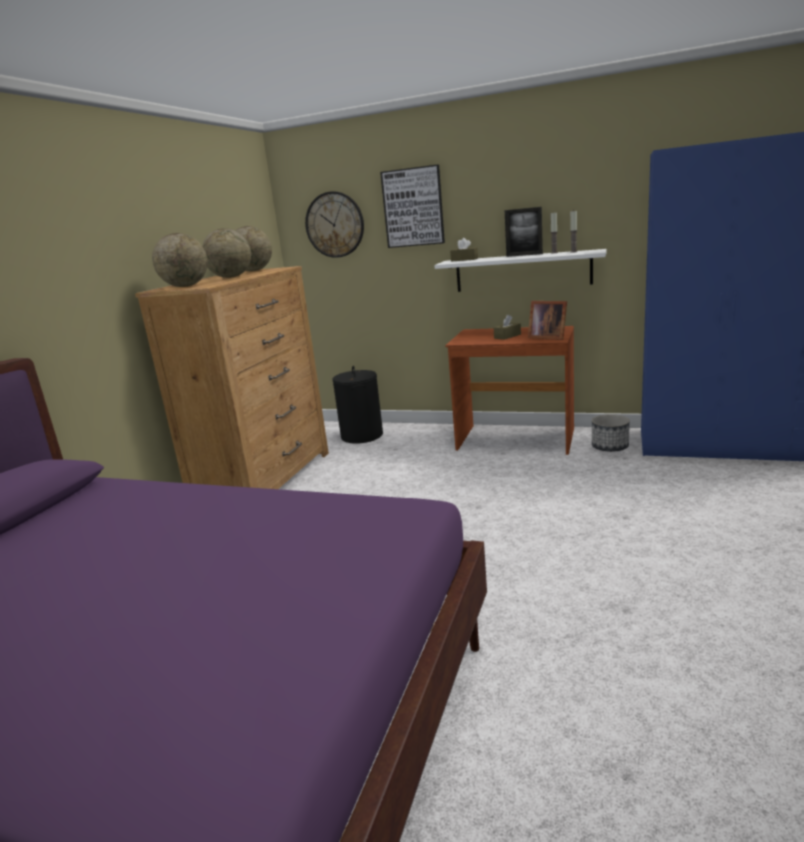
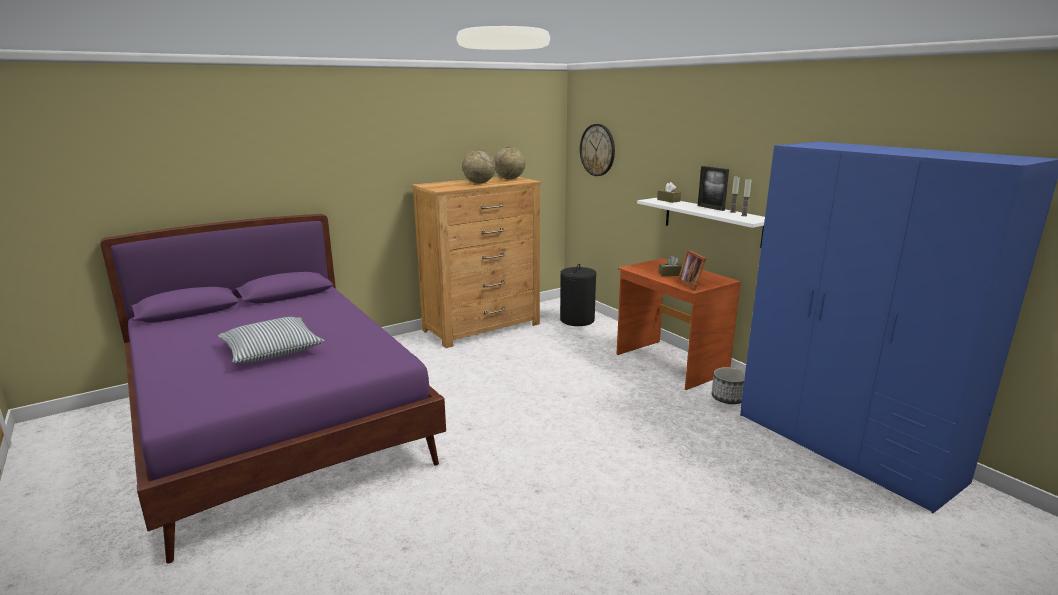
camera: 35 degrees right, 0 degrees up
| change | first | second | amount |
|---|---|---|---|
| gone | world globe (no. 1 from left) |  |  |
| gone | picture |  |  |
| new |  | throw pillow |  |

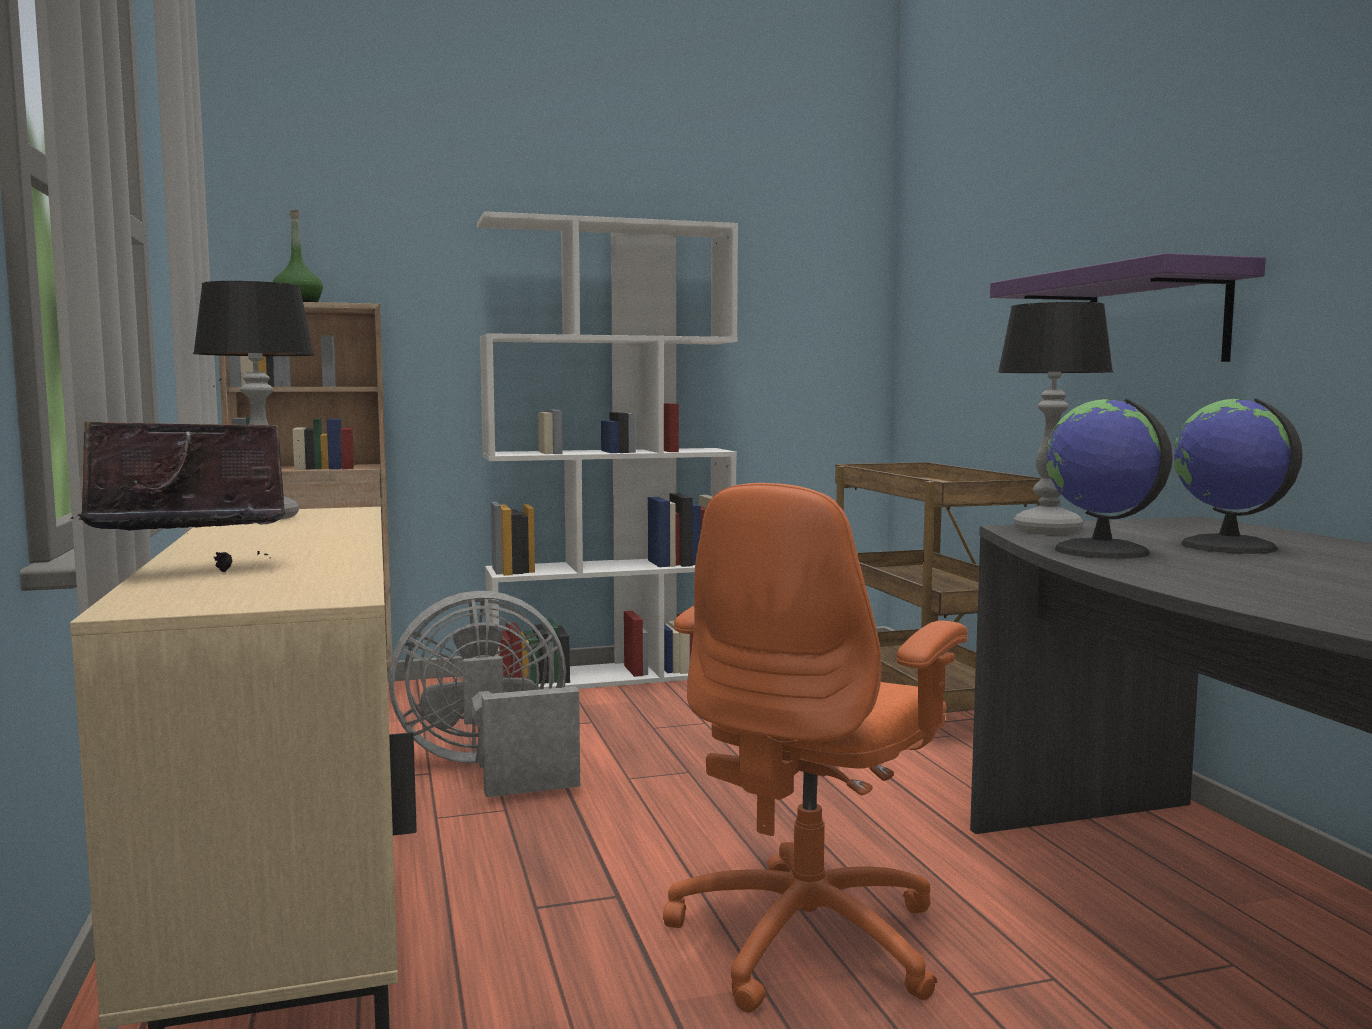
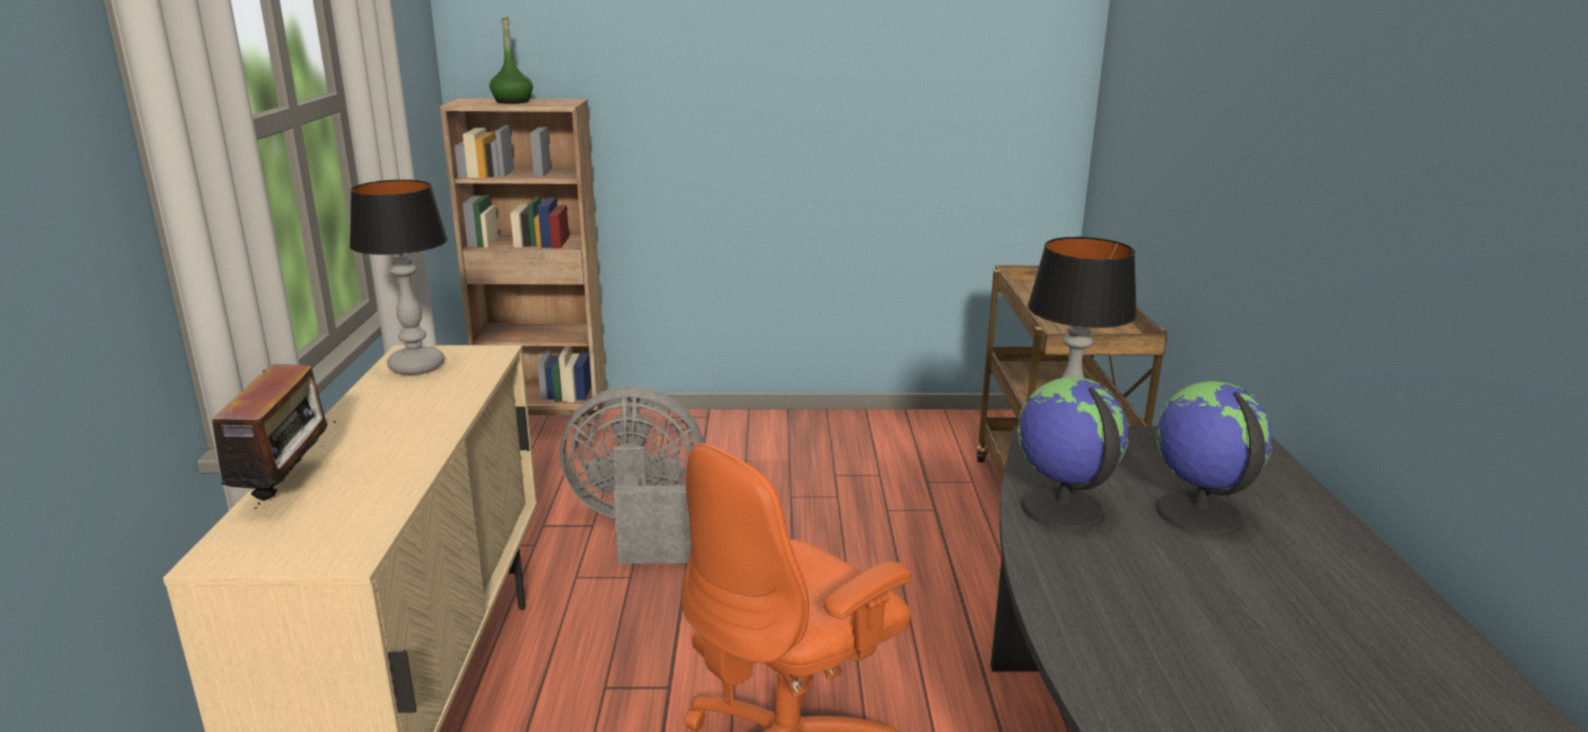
camera: 15 degrees right, 15 degrees up
| change | first | second | amount |
|---|---|---|---|
| rotated | radio |  | 105 degrees clockwise |
| gone | whitish bookcase |  |  |
| gone | purplish shelf |  |  |

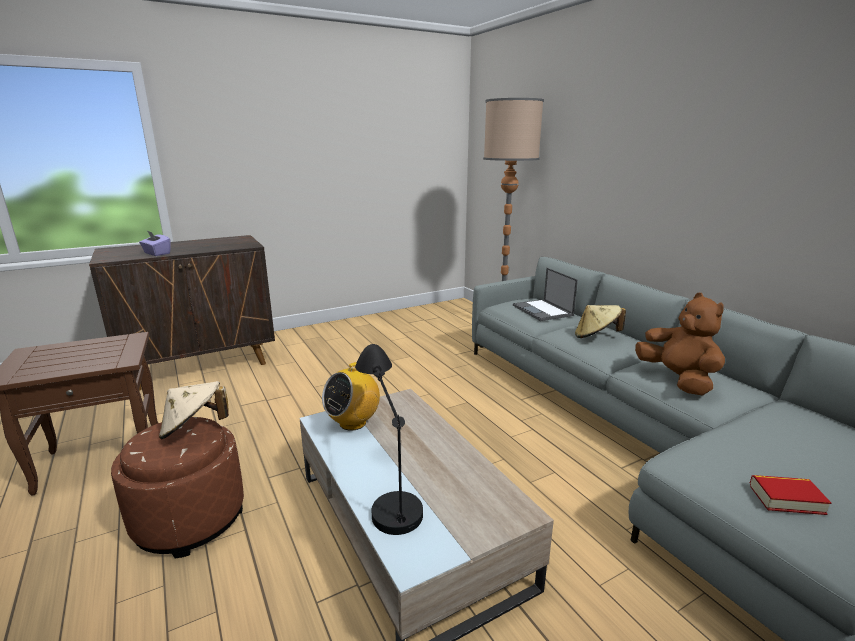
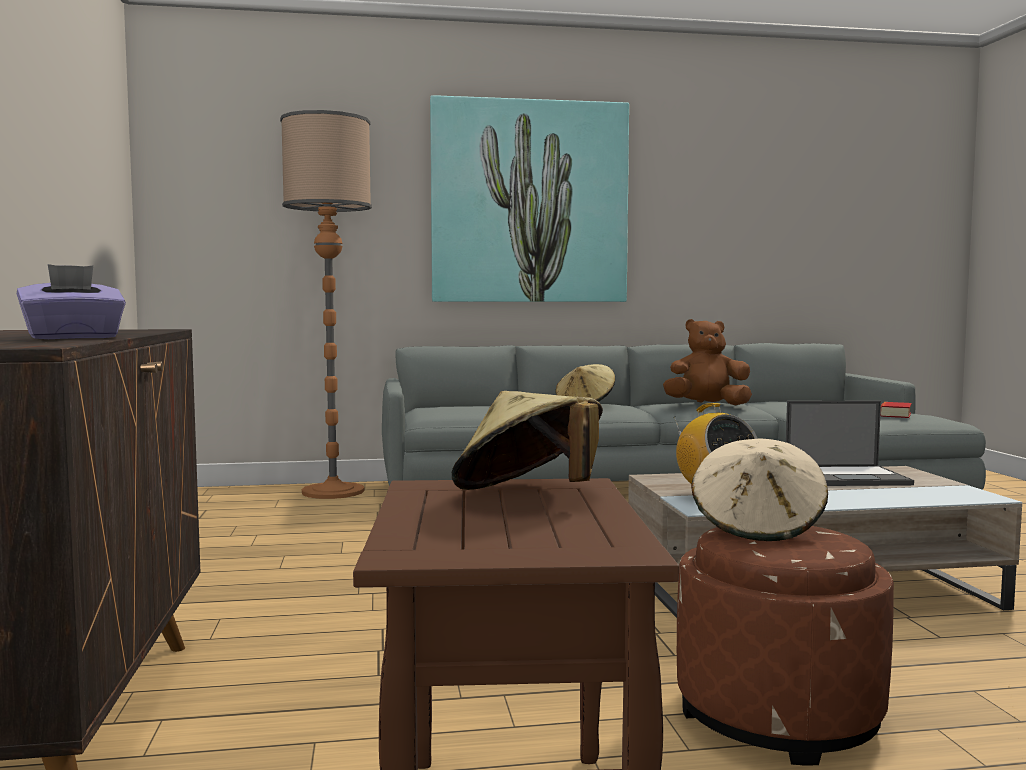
camera: 70 degrees left, 15 degrees down
| change | first | second | amount |
|---|---|---|---|
| gone | blackish tabletop lamp |  |  |
| shifted | notebook computer |  |  |
| new |  | picture |  |
| new |  | beige clothing hat (no. 1 from left) |  |

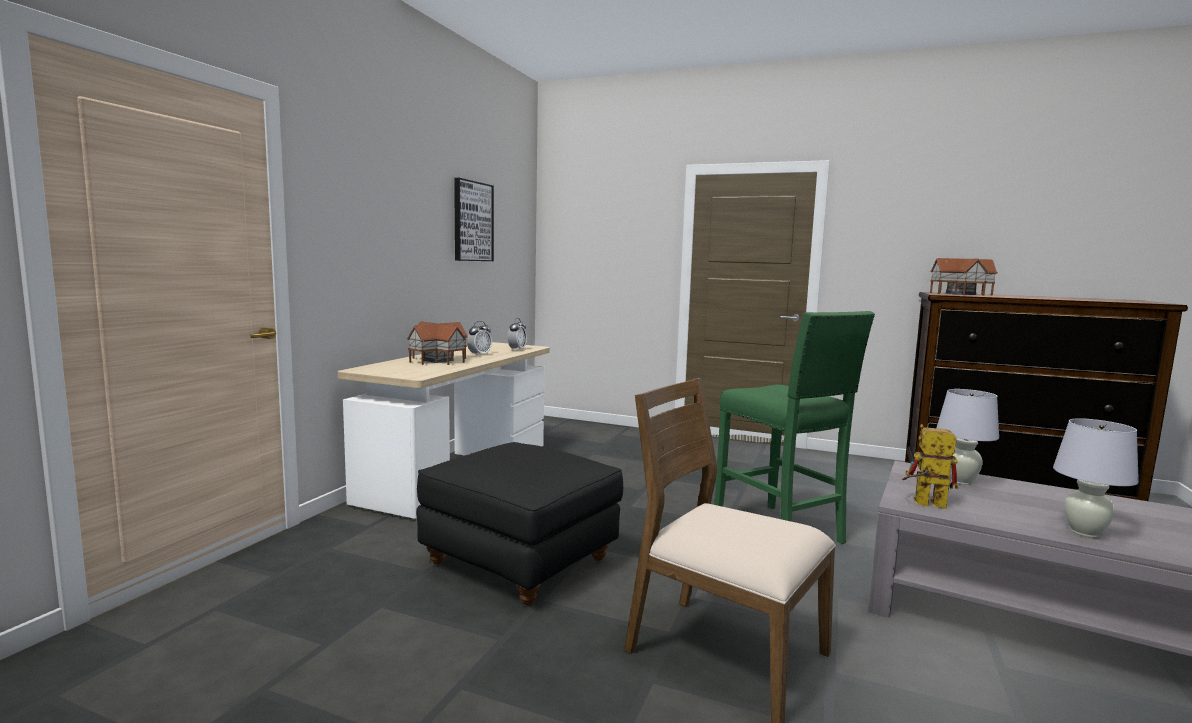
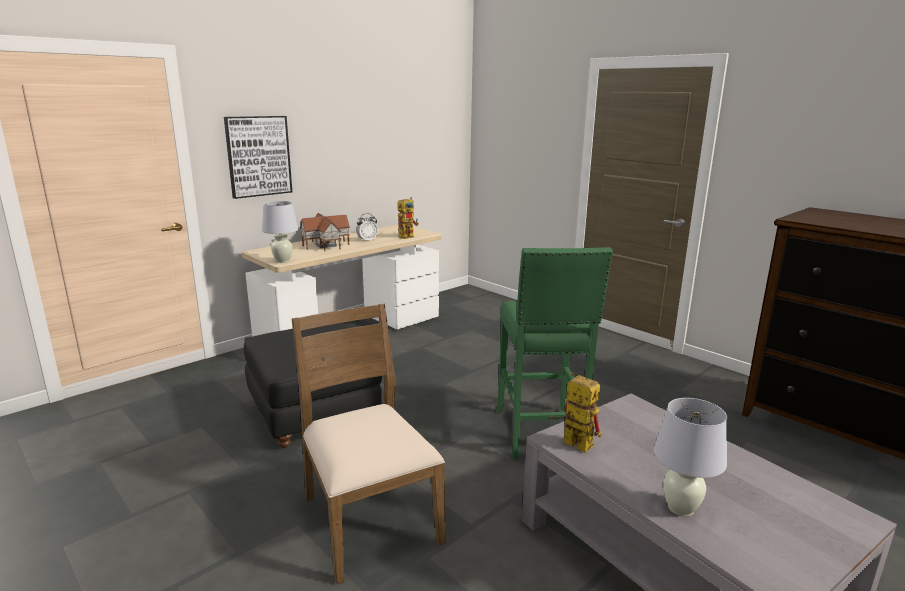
camera: 25 degrees right, 10 degrees up
| change | first | second | amount |
|---|---|---|---|
| shifted | picture |  |  |
| swapped | bedside clock (no. 2 from left) | model robot (no. 1 from left) |  |
| gone | model house (no. 2 from left) |  |  |
| shifted | whitish tabletop lamp (no. 1 from left) |  |  |

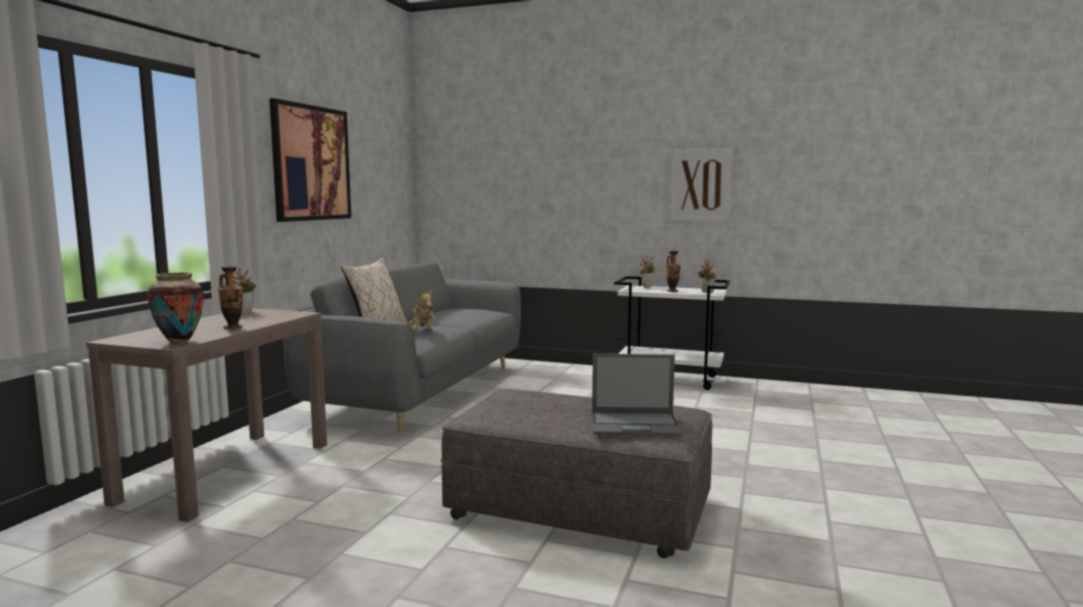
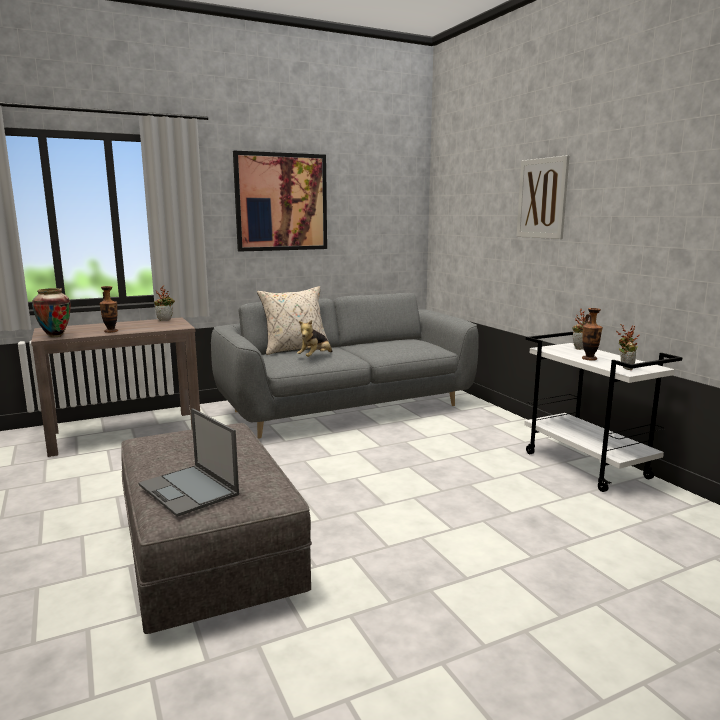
camera: 45 degrees right, 5 degrees up
| change | first | second | amount |
|---|---|---|---|
| shifted | picture (no. 2 from left) |  |  |

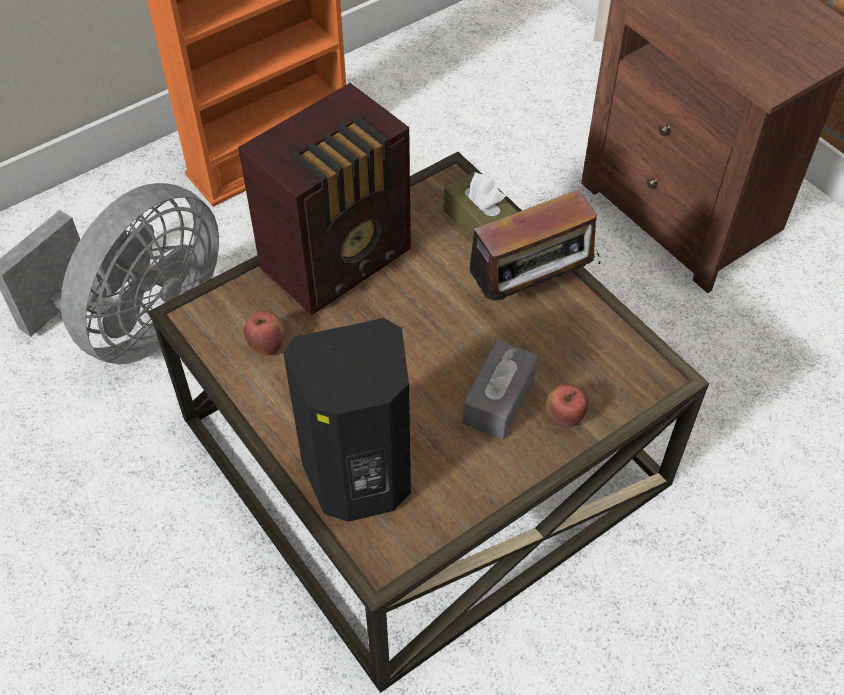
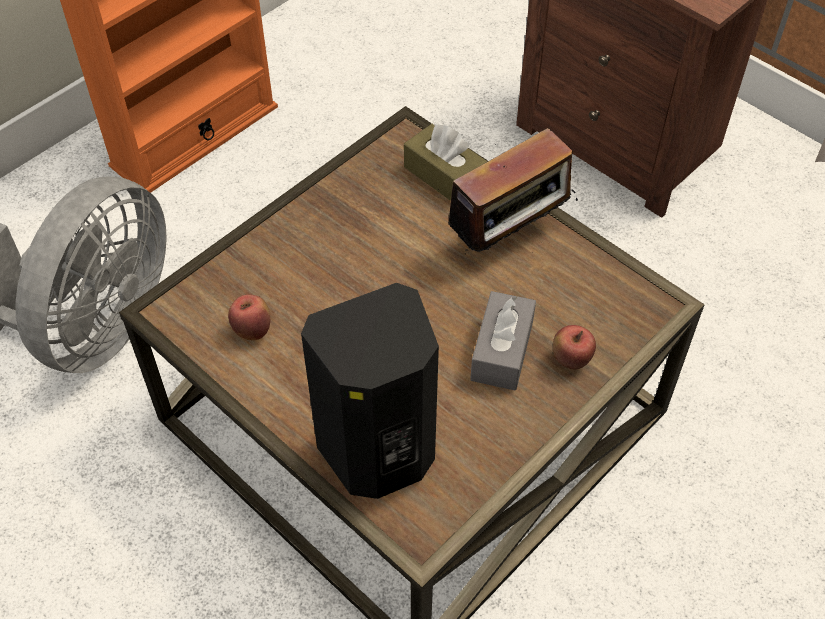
camera: 10 degrees left, 0 degrees up
| change | first | second | amount |
|---|---|---|---|
| gone | radio (no. 1 from left) |  |  |

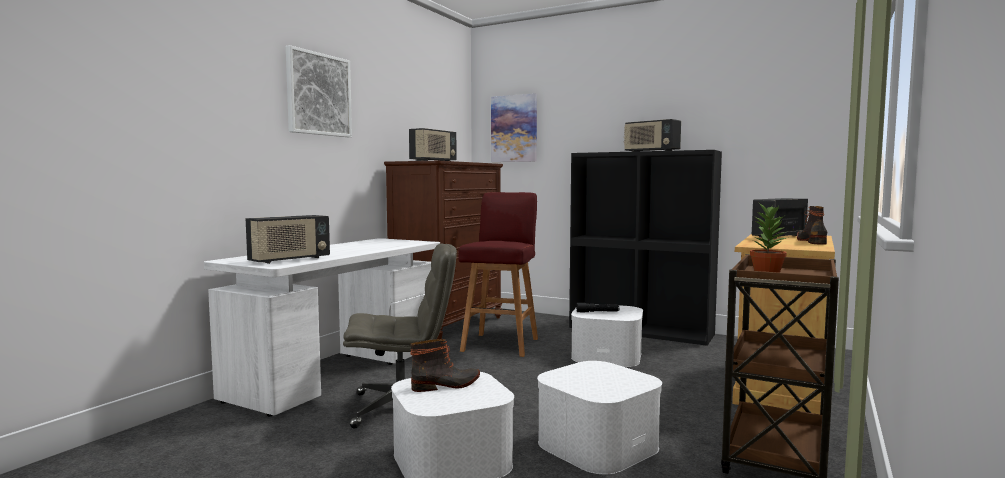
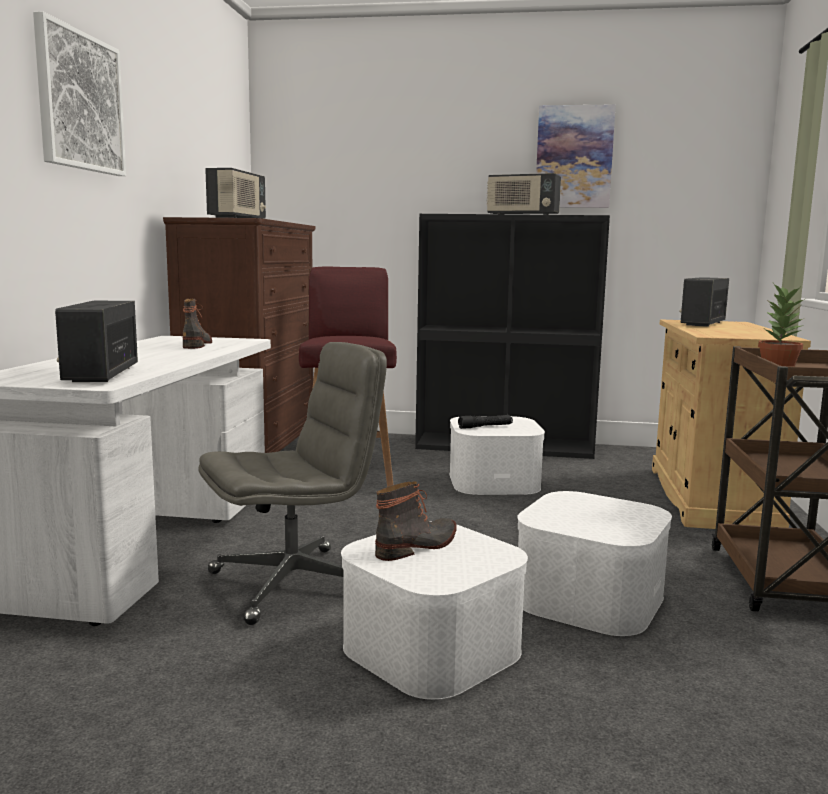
camera: 20 degrees left, 5 degrees up
| change | first | second | amount |
|---|---|---|---|
| rotated | radio (no. 1 from left) |  | 150 degrees clockwise |
| shifted | picture (no. 2 from left) |  |  |
| shifted | high-top boot (no. 2 from left in the first image) | high-top boot (no. 1 from left) |  |

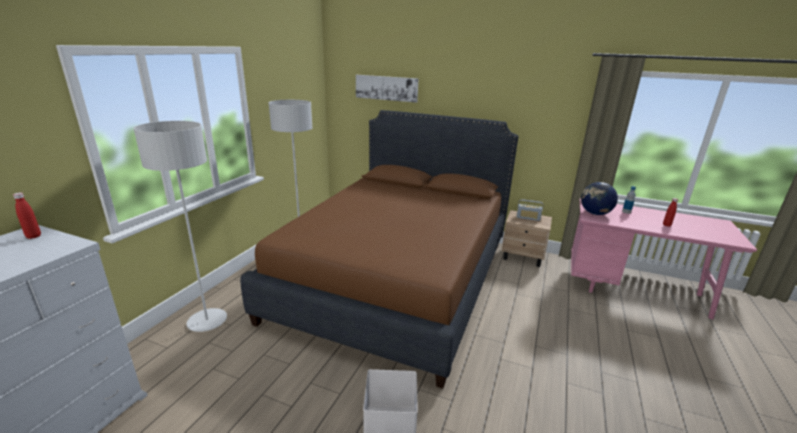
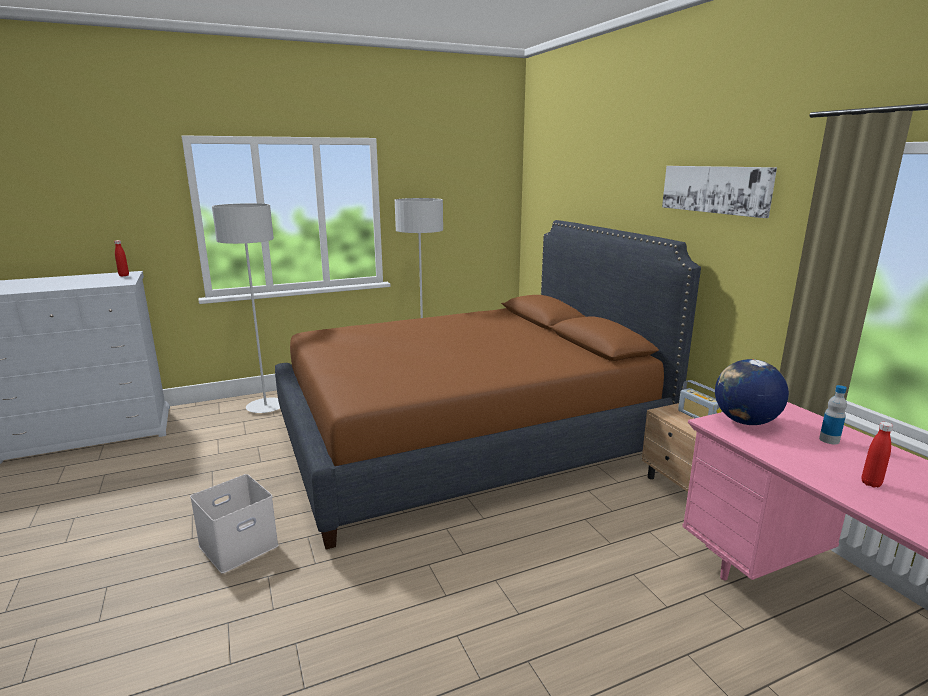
camera: 45 degrees right, 5 degrees down
| change | first | second | amount |
|---|---|---|---|
| shifted | picture |  |  |

